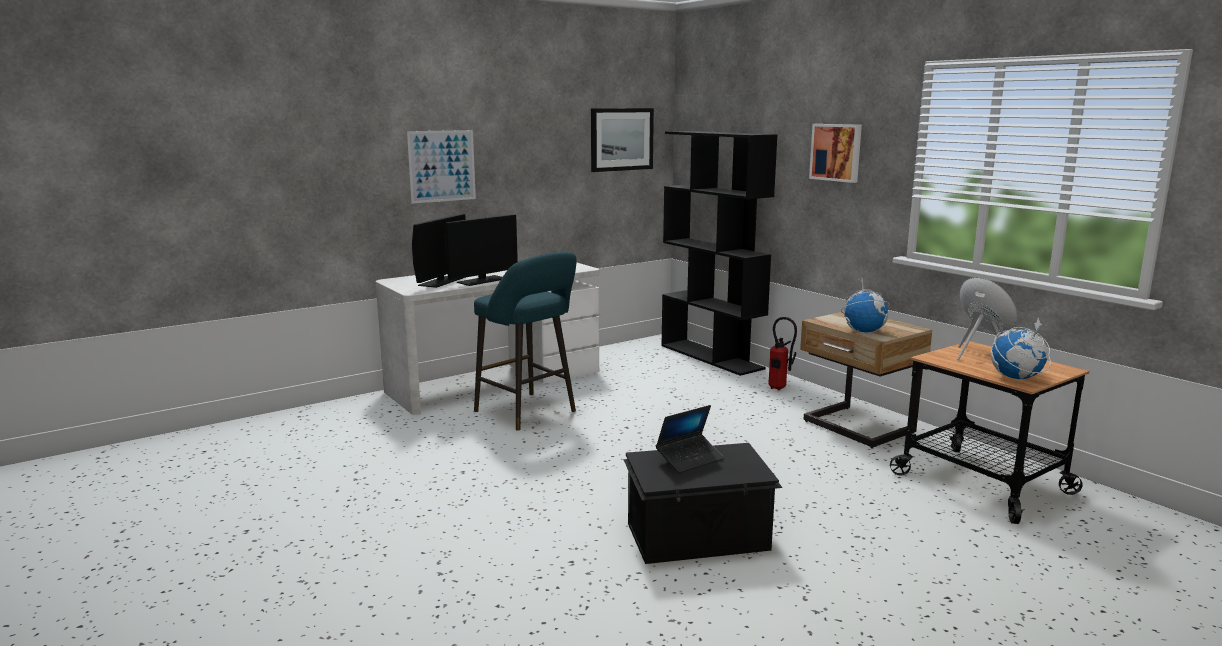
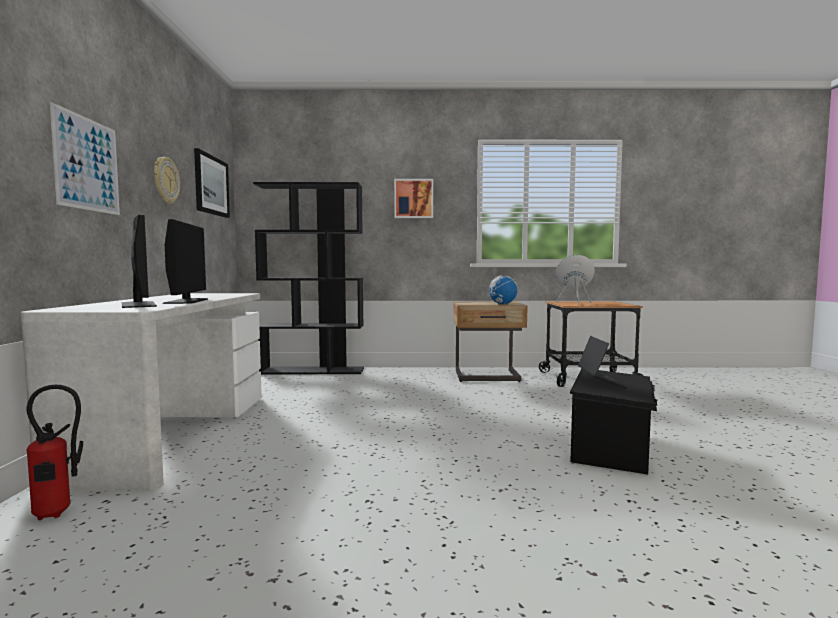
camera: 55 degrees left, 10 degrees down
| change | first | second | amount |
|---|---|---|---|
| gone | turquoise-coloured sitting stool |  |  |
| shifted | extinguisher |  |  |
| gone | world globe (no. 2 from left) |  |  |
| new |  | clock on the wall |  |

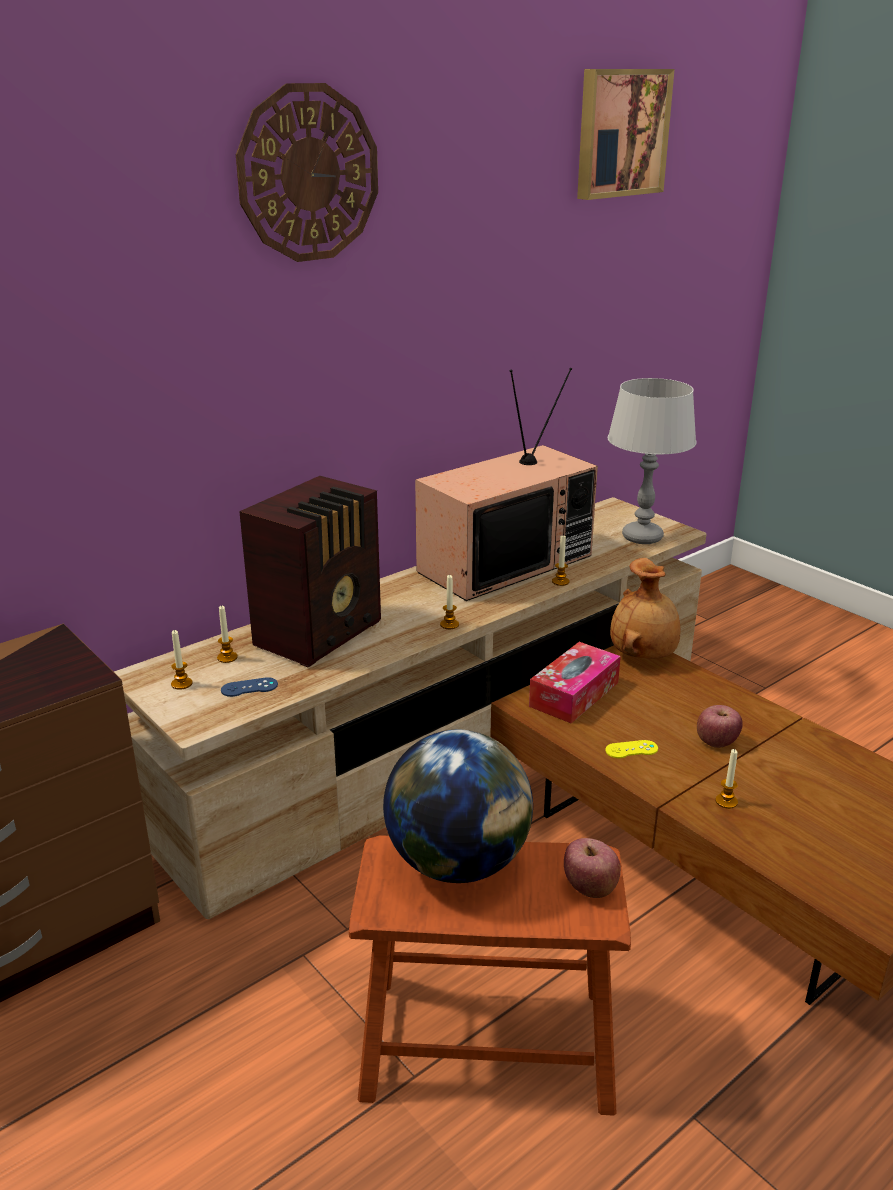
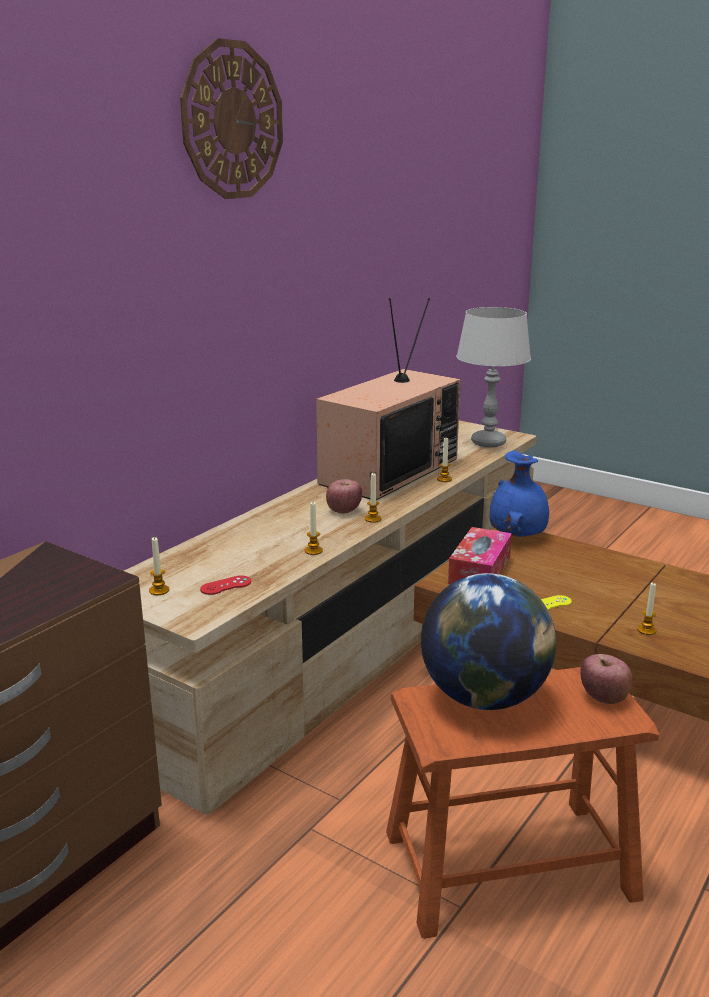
camera: 15 degrees left, 5 degrees down
| change | first | second | amount |
|---|---|---|---|
| shifted | wax light (no. 2 from left) |  |  |
| repainted | blue gamepad | red-coloured gamepad |  |
| gone | radio |  |  |
| gone | picture |  |  |
| repainted | brown decorative vase | blue decorative vase |  |
| shifted | apple (no. 2 from left in the first image) | apple (no. 1 from left) |  |

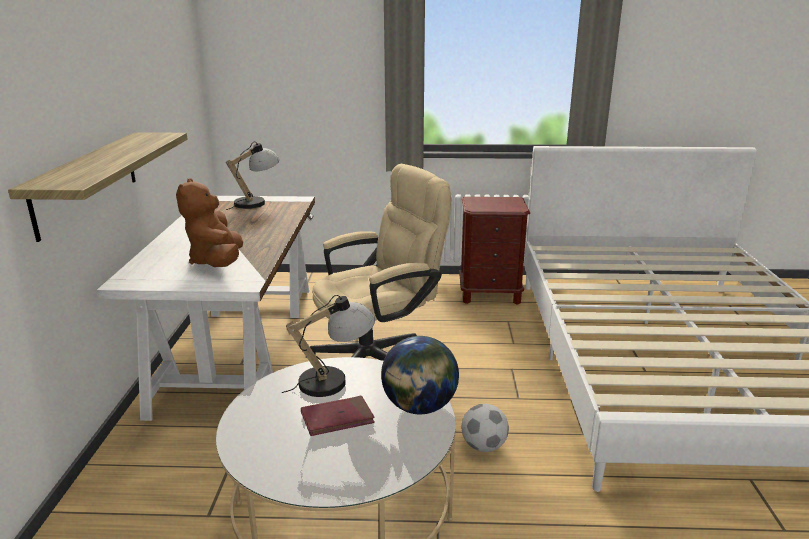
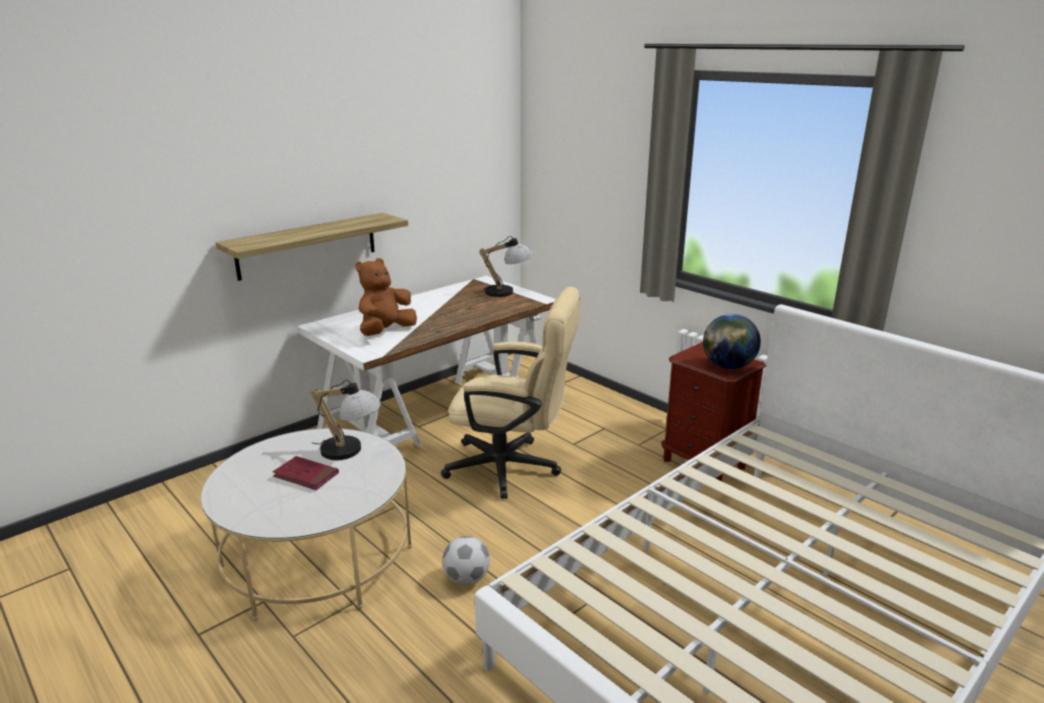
camera: 45 degrees right, 0 degrees up
| change | first | second | amount |
|---|---|---|---|
| shifted | world globe |  |  |

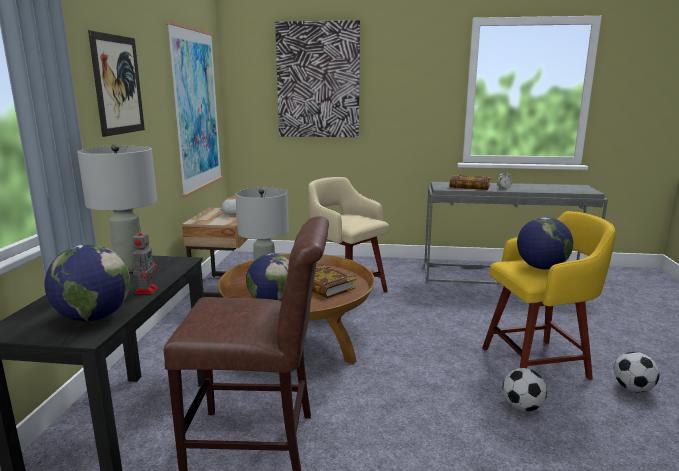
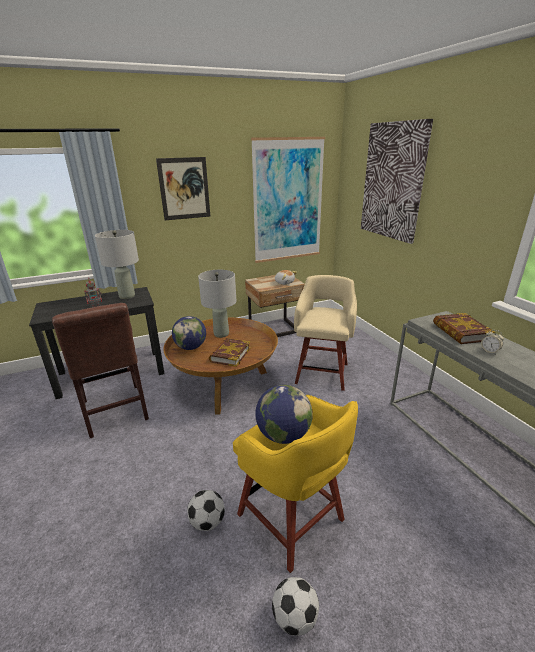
camera: 60 degrees right, 10 degrees up
| change | first | second | amount |
|---|---|---|---|
| gone | world globe (no. 1 from left) |  |  |

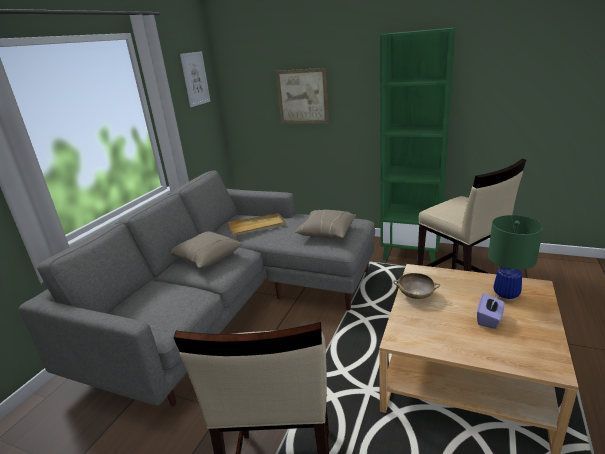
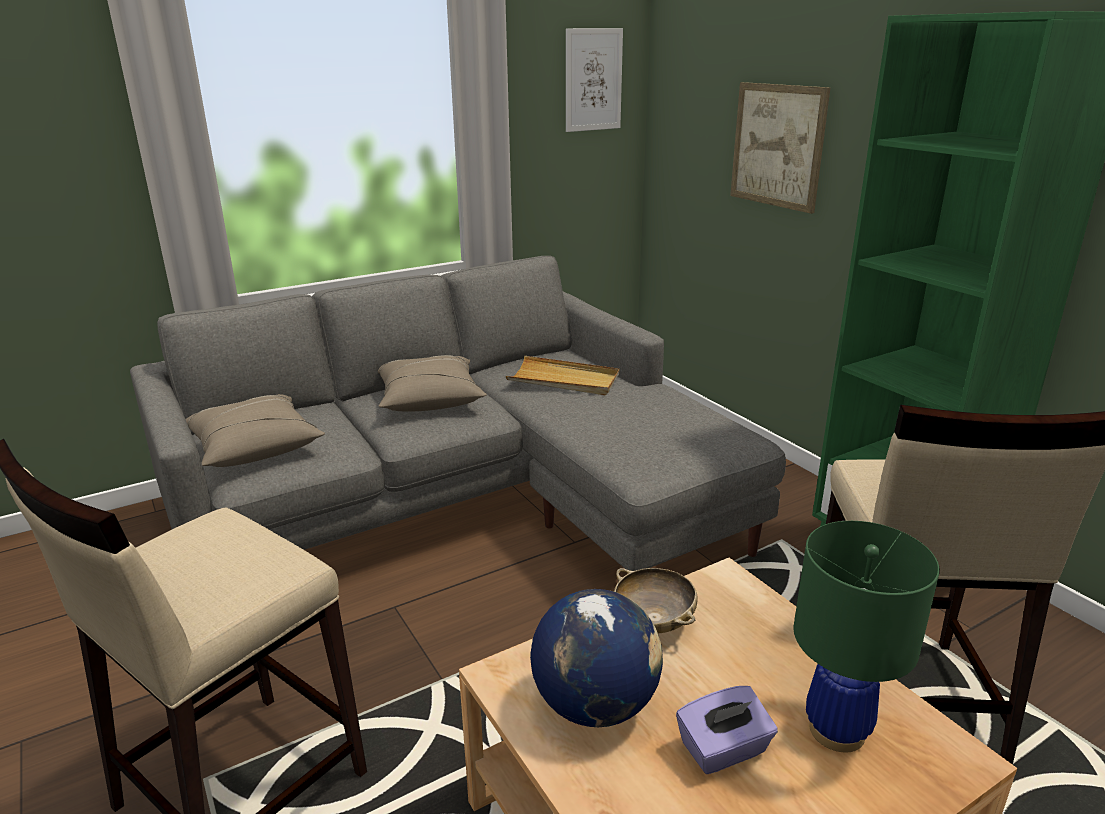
camera: 35 degrees right, 0 degrees up
| change | first | second | amount |
|---|---|---|---|
| shifted | beige throw pillow (no. 2 from left in the first image) | beige throw pillow (no. 1 from left) |  |
| new |  | world globe |  |

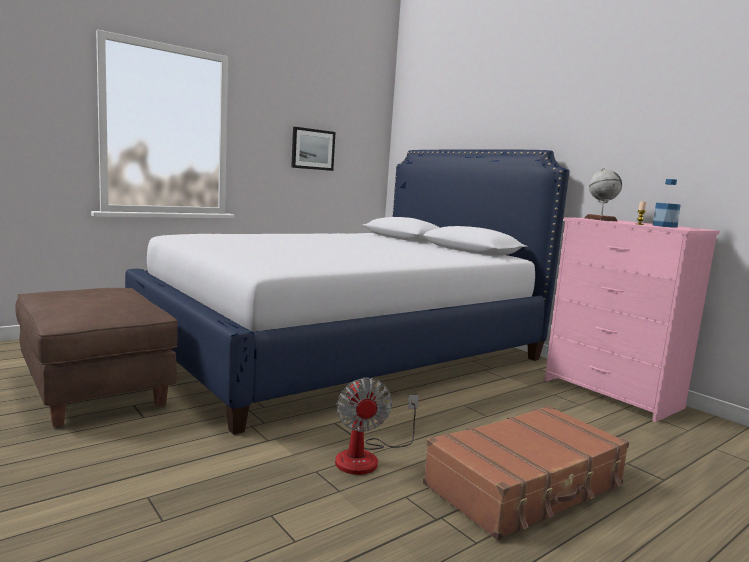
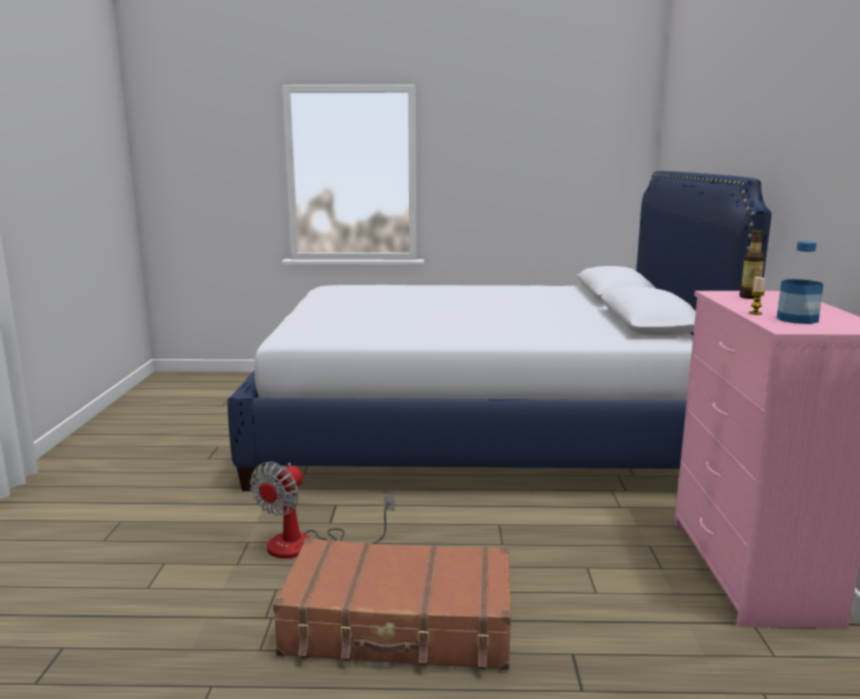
camera: 40 degrees right, 5 degrees up
| change | first | second | amount |
|---|---|---|---|
| gone | brown pouffe |  |  |
| gone | picture |  |  |
| swapped | world globe | beverage bottle (no. 1 from left) |  |

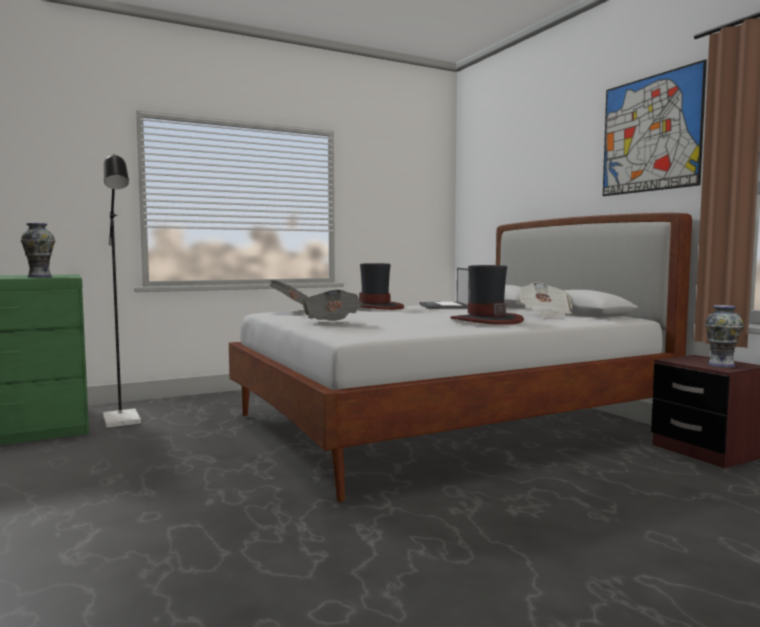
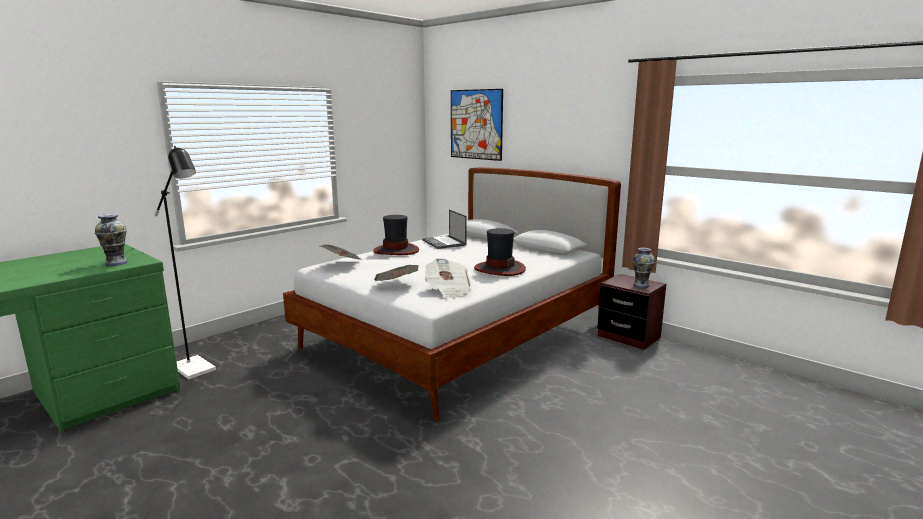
camera: 20 degrees left, 10 degrees up
| change | first | second | amount |
|---|---|---|---|
| shifted | newspaper (no. 3 from left) |  |  |
| shifted | picture |  |  |

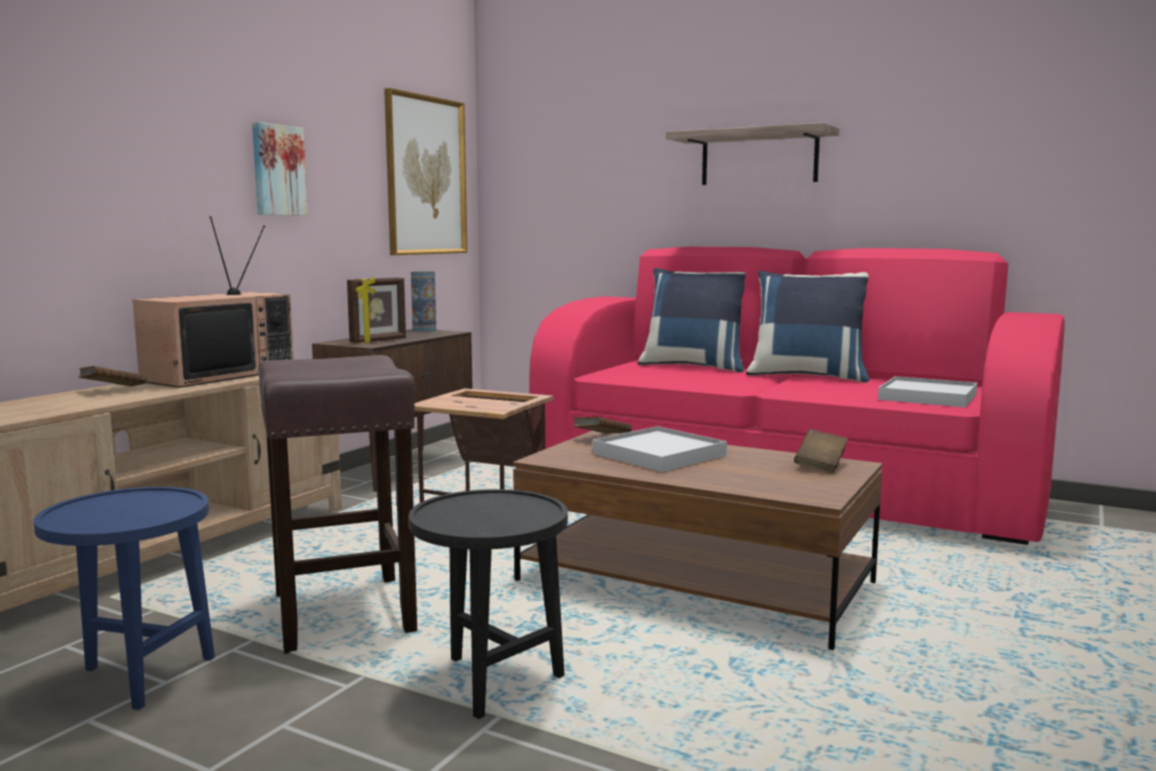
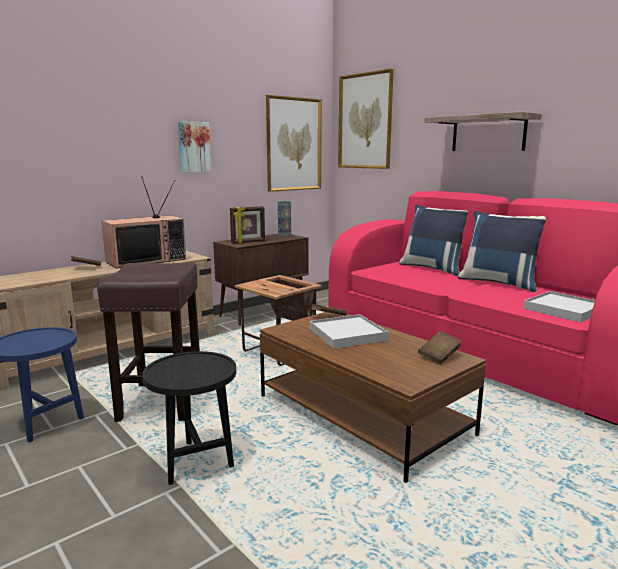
camera: 20 degrees right, 5 degrees up
| change | first | second | amount |
|---|---|---|---|
| new |  | picture (no. 3 from left) |  |

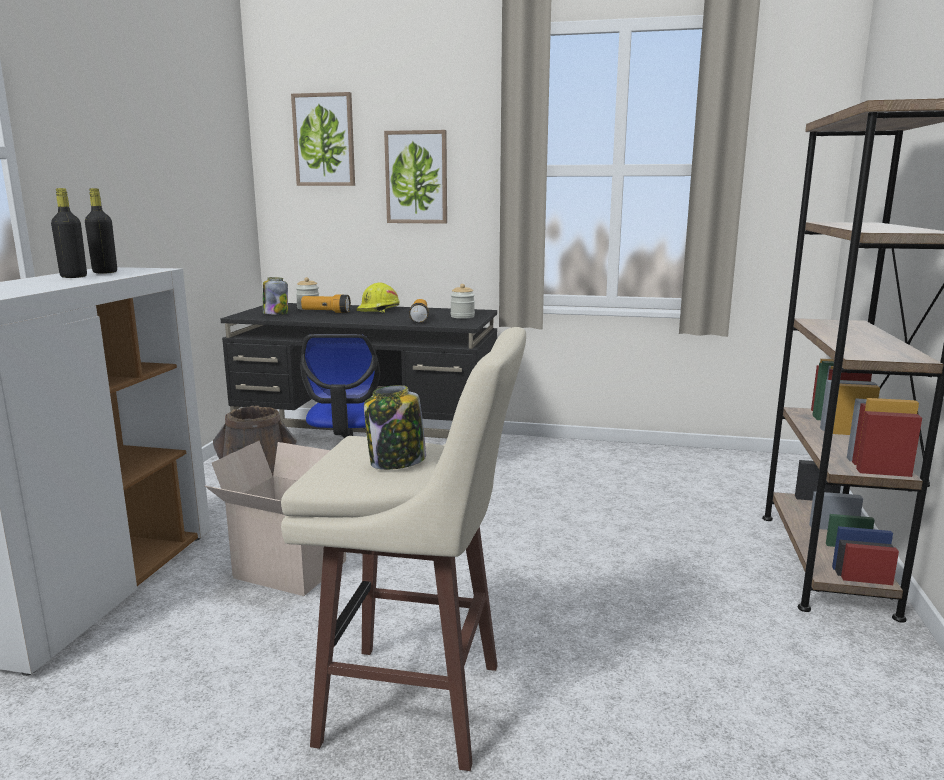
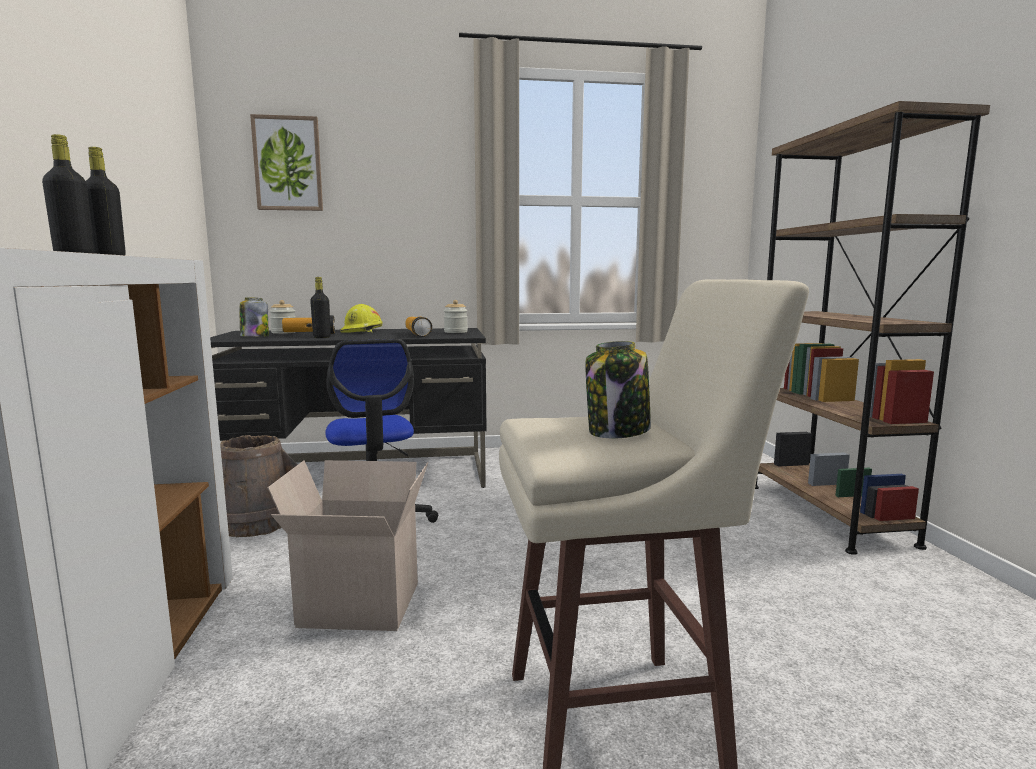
camera: 20 degrees left, 5 degrees down
| change | first | second | amount |
|---|---|---|---|
| gone | picture (no. 2 from left) |  |  |
| new |  | blackish beverage bottle (no. 3 from left) |  |

